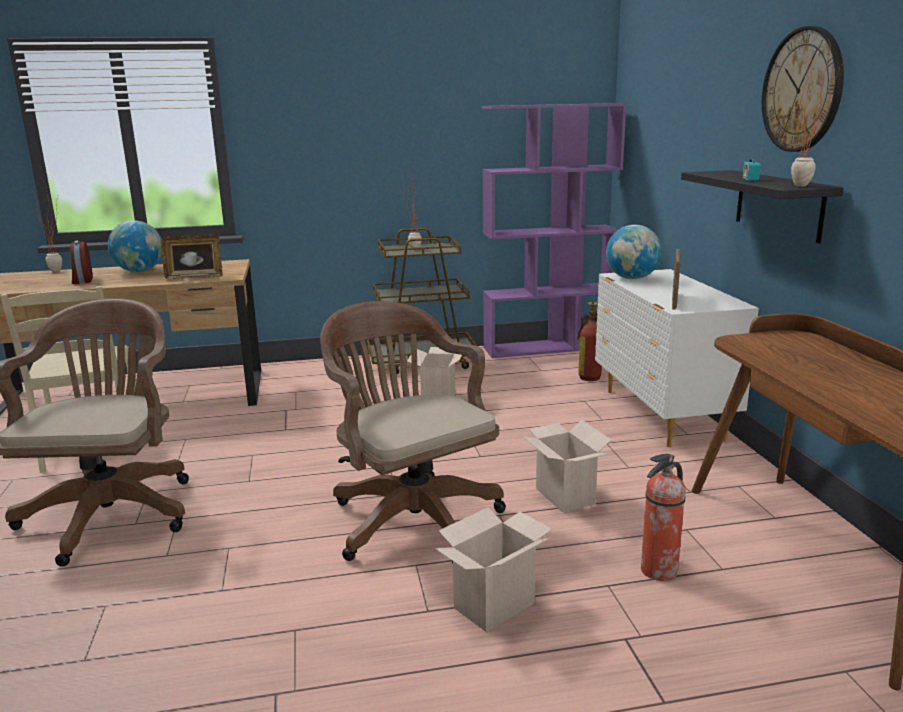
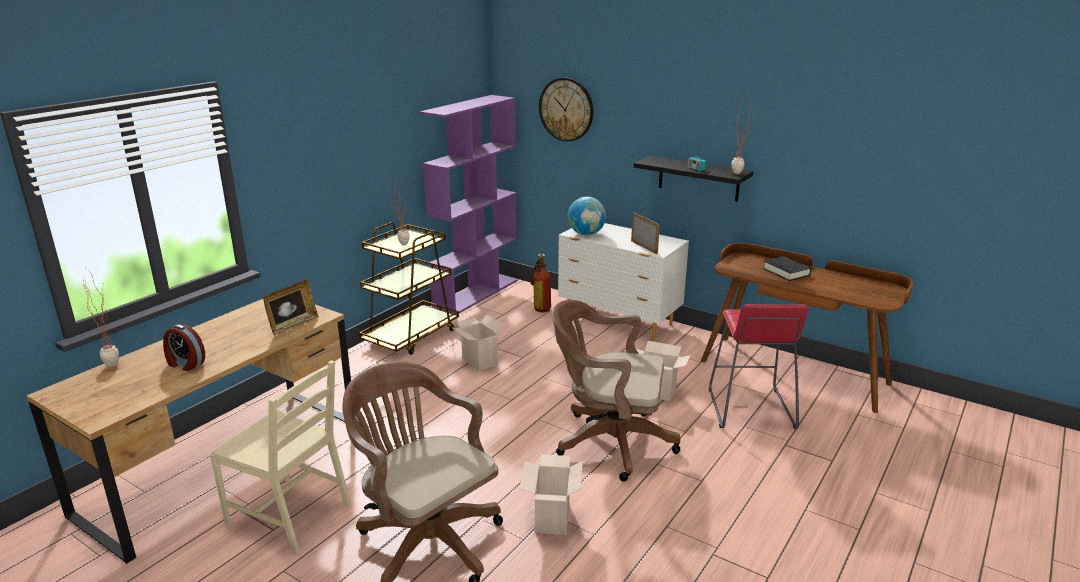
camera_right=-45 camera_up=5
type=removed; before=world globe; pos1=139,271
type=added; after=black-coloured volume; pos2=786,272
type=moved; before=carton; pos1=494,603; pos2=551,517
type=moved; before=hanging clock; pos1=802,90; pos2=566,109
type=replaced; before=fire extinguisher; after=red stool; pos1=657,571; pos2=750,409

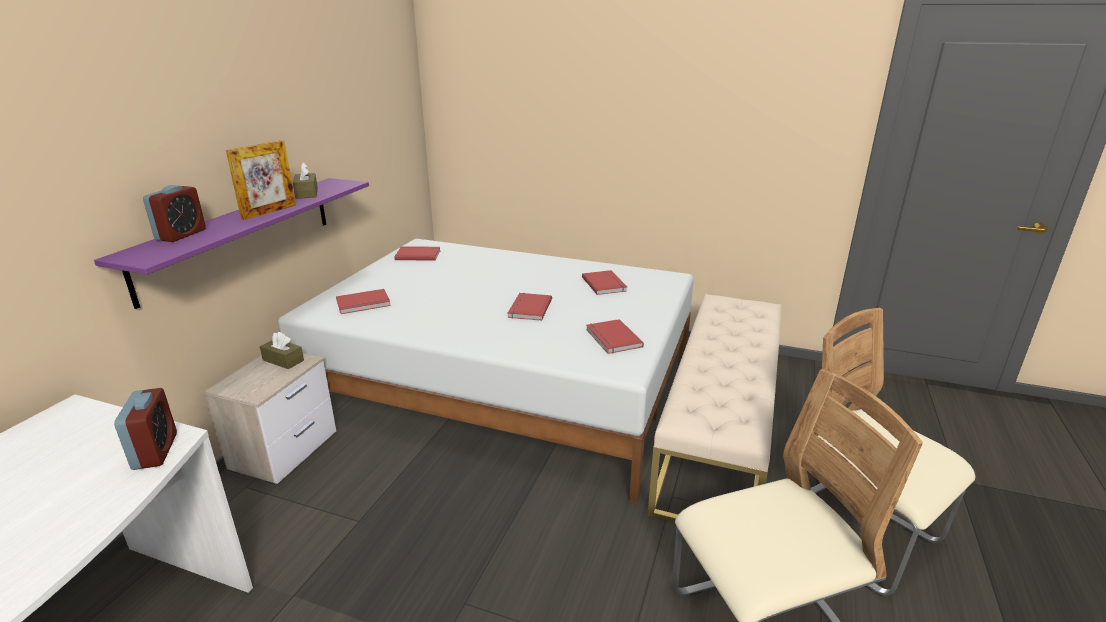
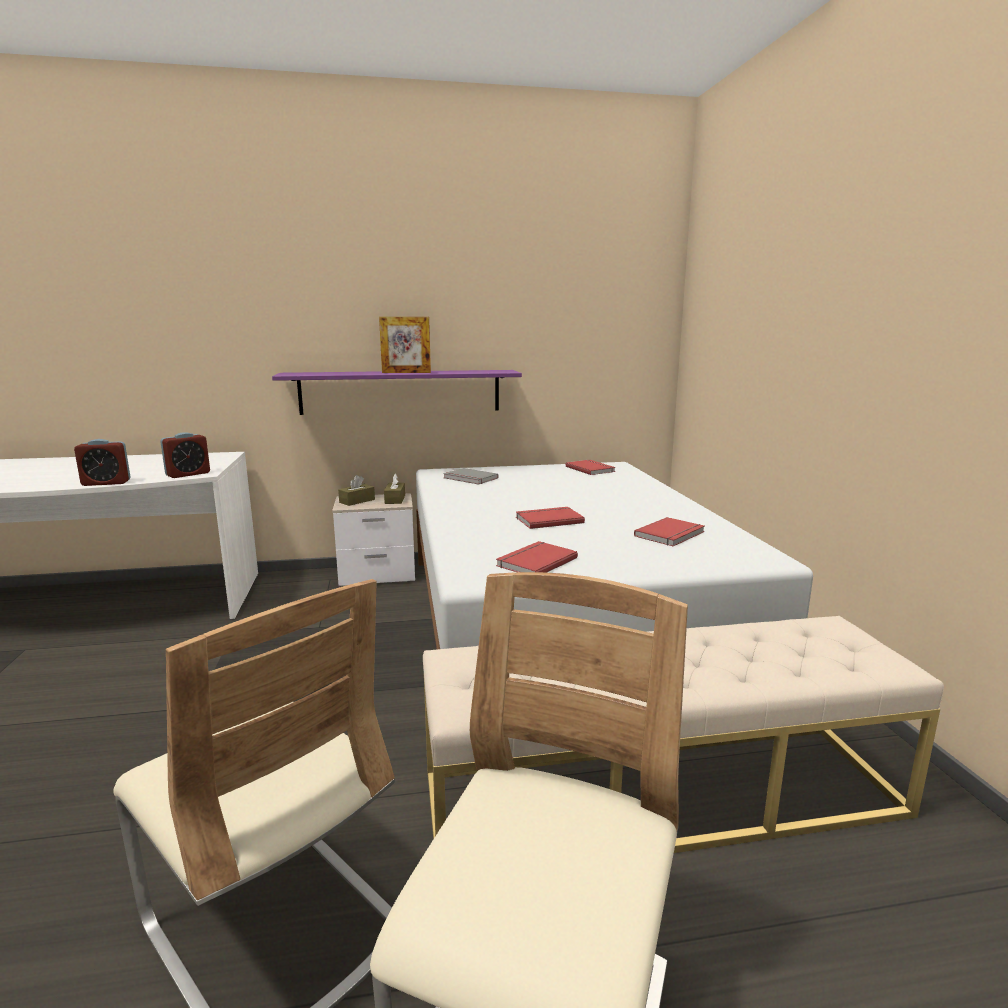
camera_right=60 camera_up=-10
type=moved; before=table clock; pos1=181,235; pos2=106,483
type=moved; before=brown tissue box; pos1=307,193; pos2=357,501
type=recoloured; before=red volume; after=greyish volume; pos1=364,304; pos2=470,478

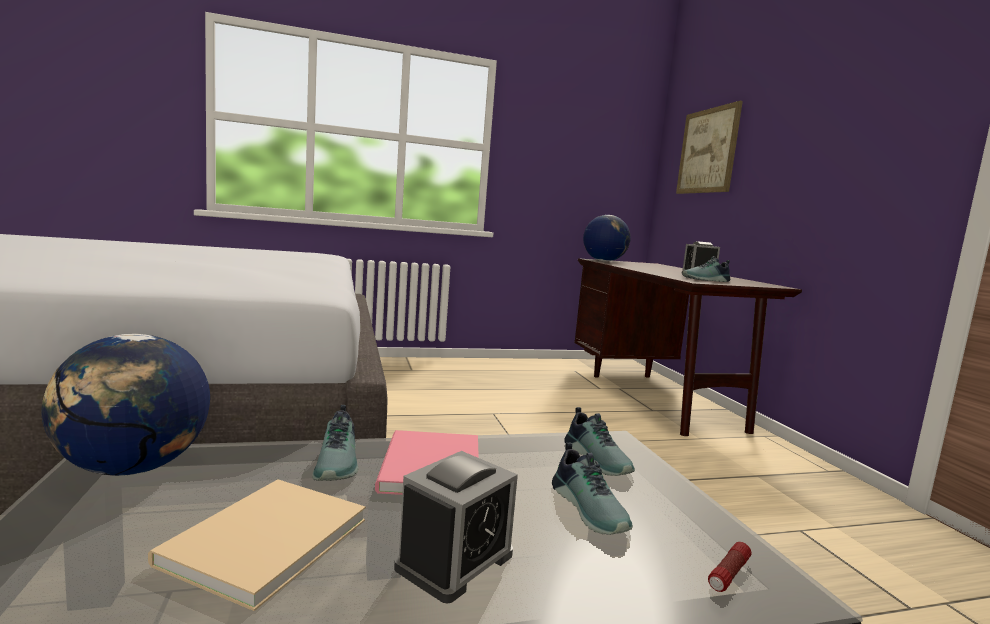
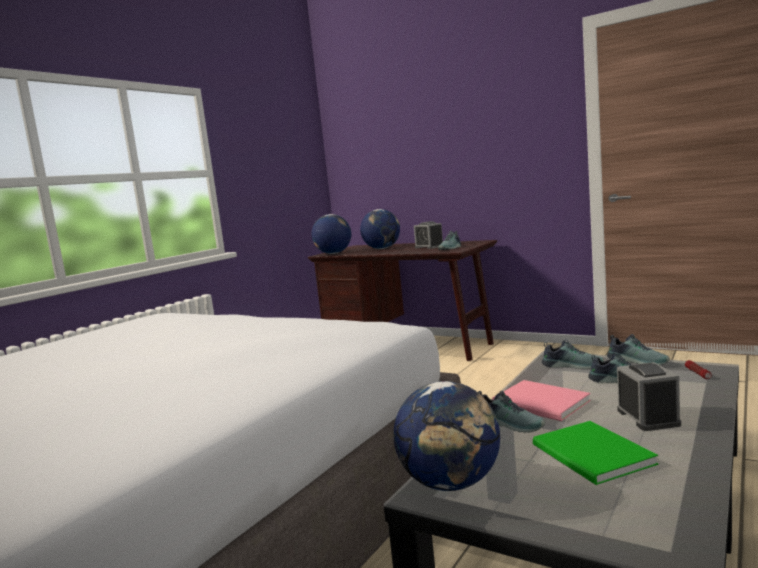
camera_right=-40 camera_up=0
type=removed; before=wall art; pos1=707,151
type=added; after=world globe; pos2=382,248
type=added; after=shoe; pos2=638,361
type=recoloured; before=beige-coloured volume; after=greenish volume; pos1=259,542; pos2=592,456

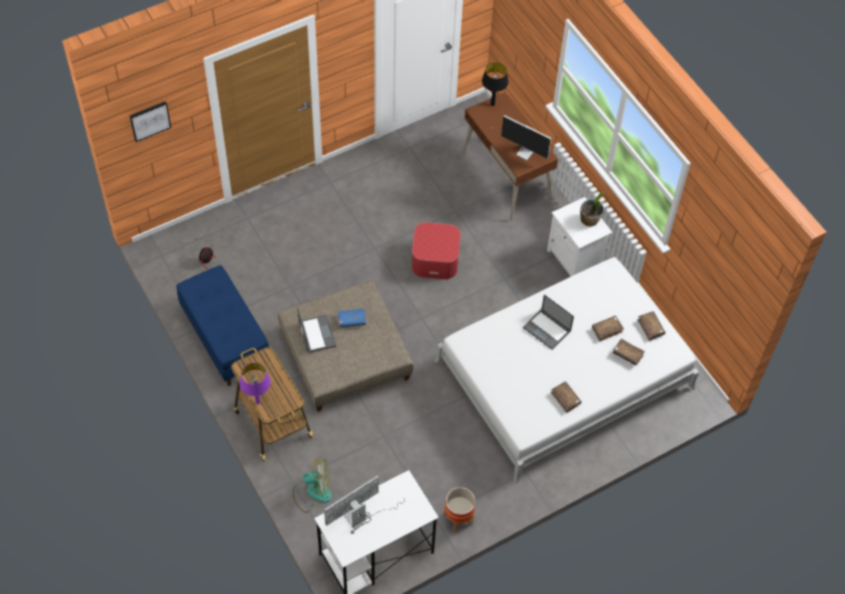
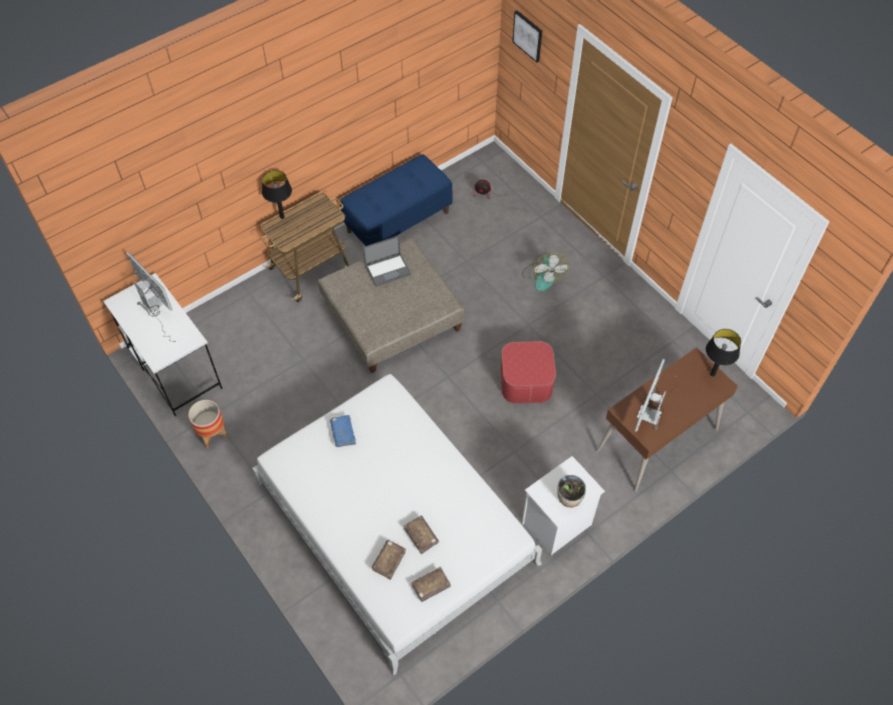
camera_right=85 camera_up=0
type=removed; before=portable computer; pos1=547,329
type=removed; before=brown volume; pos1=565,398
type=moved; before=cooling fan; pos1=312,492; pos2=543,276
type=moved; before=blue volume; pos1=352,320; pos2=343,433
type=recoloured; before=purple table lamp; after=black-coloured table lamp; pos1=257,402; pos2=282,217

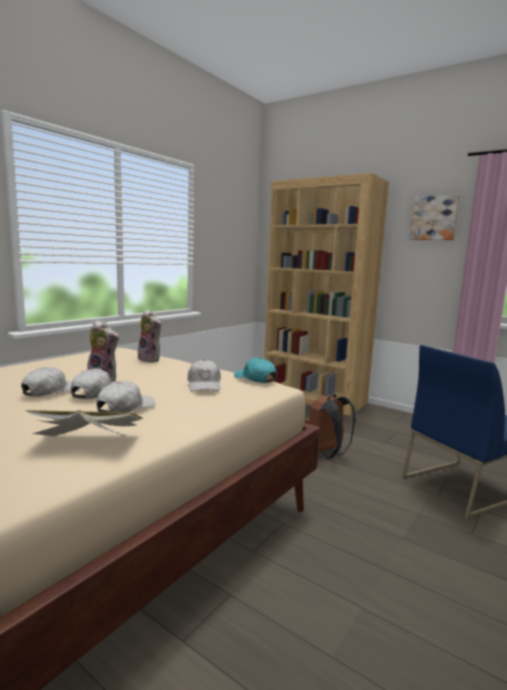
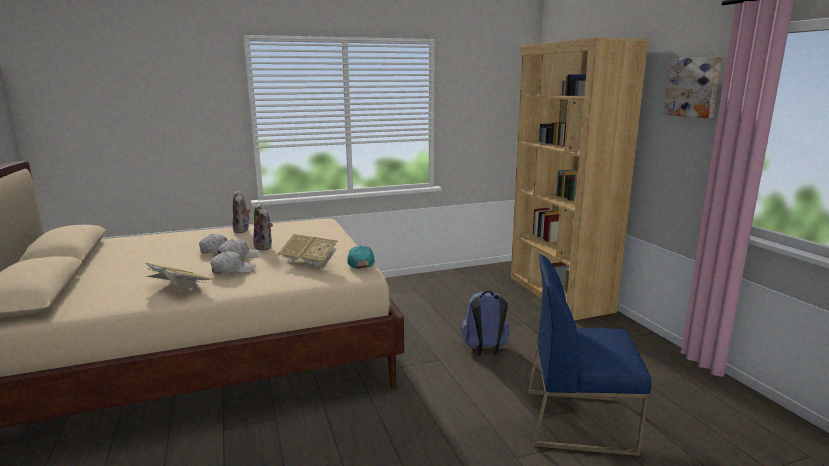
camera_right=35 camera_up=5
type=moved; before=plush toy; pos1=151,359; pos2=242,230
type=replaced; before=white cap; after=volume; pos1=204,385; pos2=309,262
type=recoloured; before=brown knapsack; after=blue knapsack; pos1=326,454; pos2=485,350

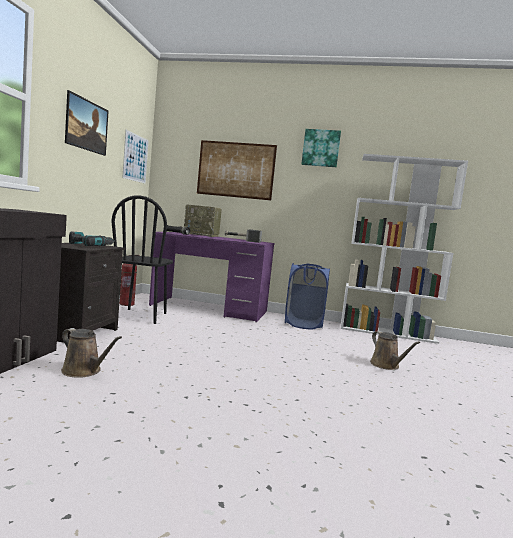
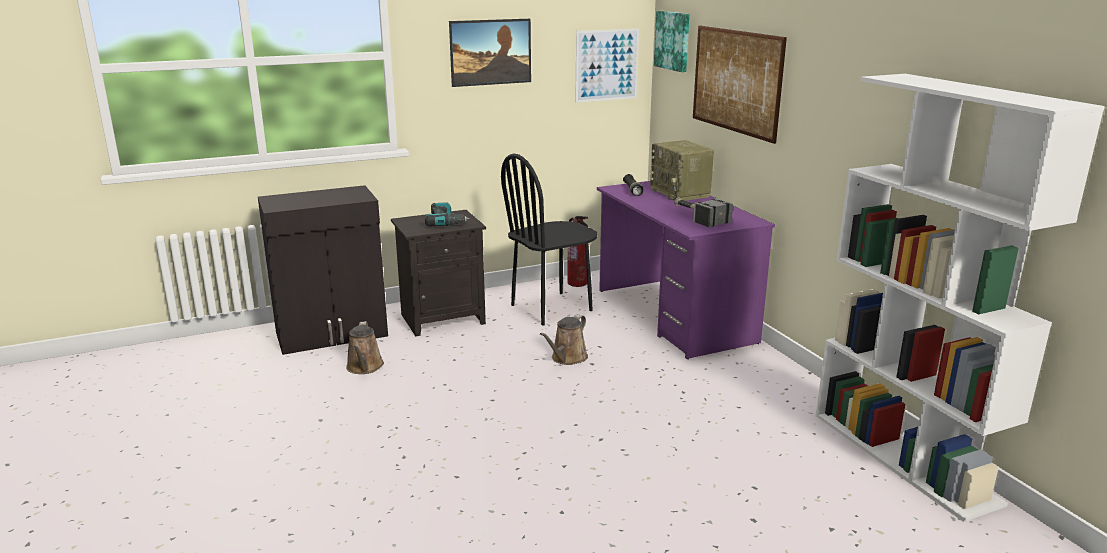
camera_right=55 camera_up=15
type=removed; before=blue hamper; pos1=304,324
type=moved; before=wall art; pos1=321,148; pos2=673,40
type=moved; before=brown watering pot; pos1=386,365; pos2=567,358

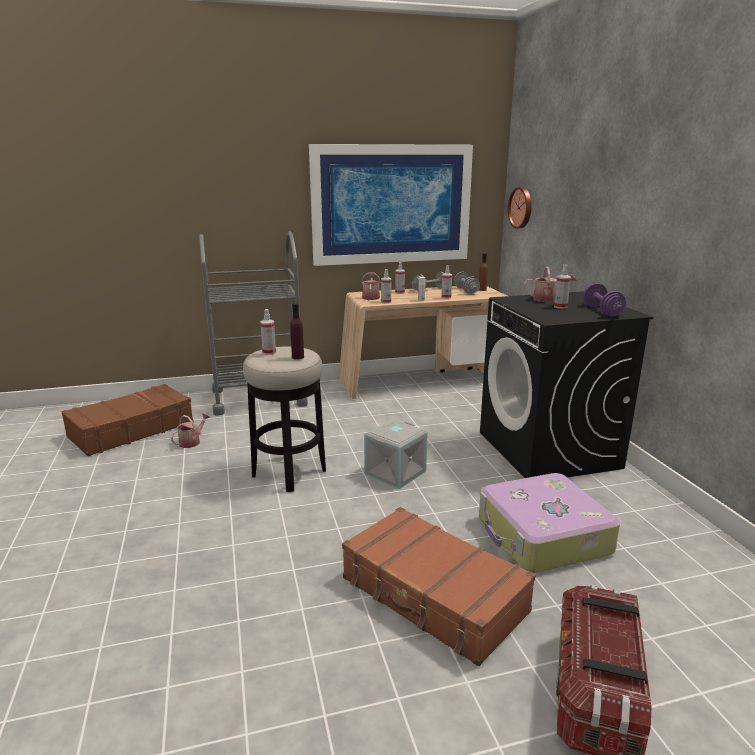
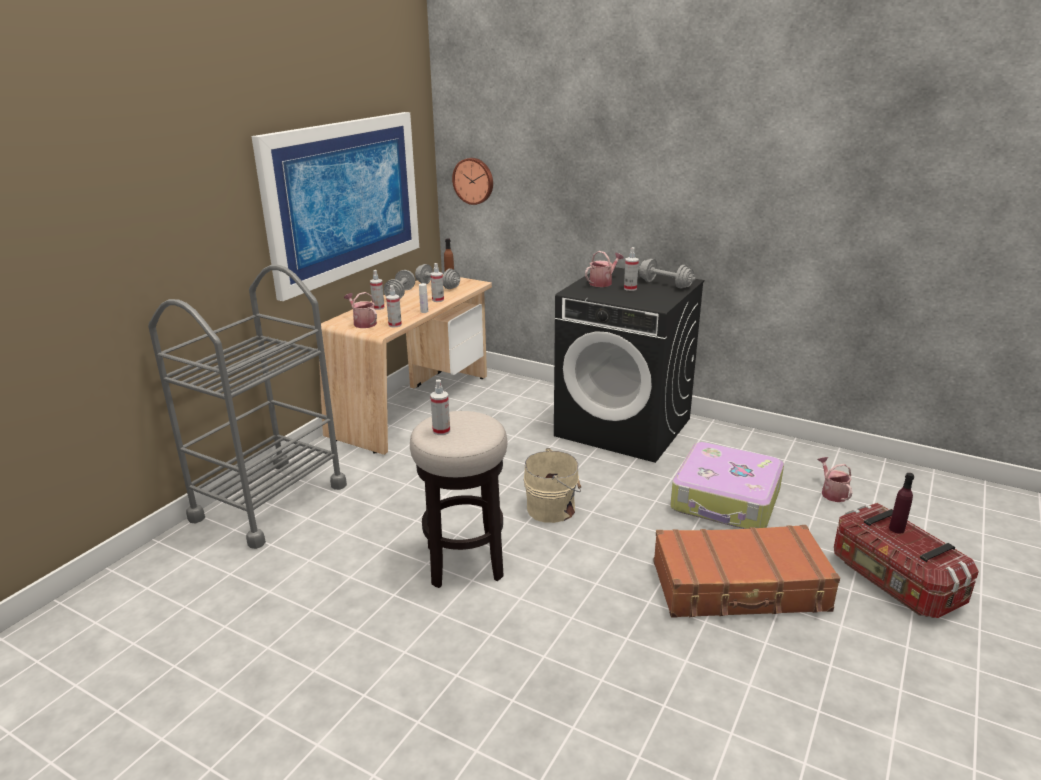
camera_right=-45 camera_up=5
type=removed; before=brown piece of luggage; pos1=131,430
type=moved; before=watering pot; pos1=192,442; pos2=832,493
type=moved; before=purple bottle; pos1=298,357; pos2=896,529
type=replaced; before=greyish storage bin; after=beige-coloured water bucket; pos1=396,473; pos2=553,508
type=recoloured; before=purple hand weight; after=greyish hand weight; pos1=602,311; pos2=665,284

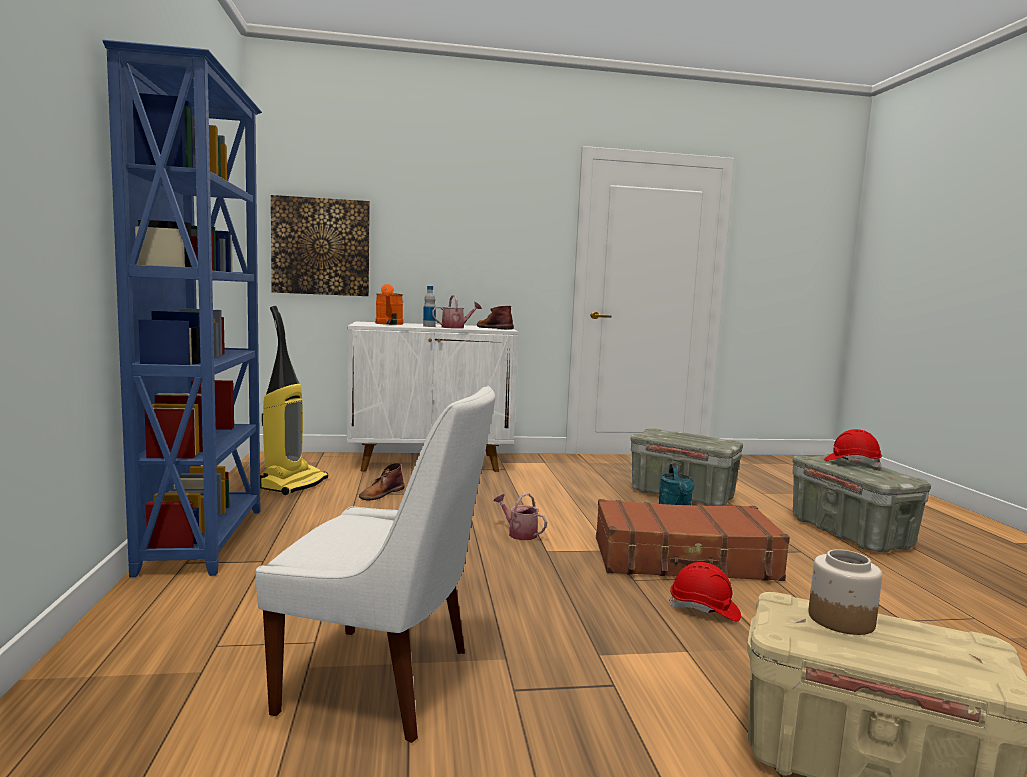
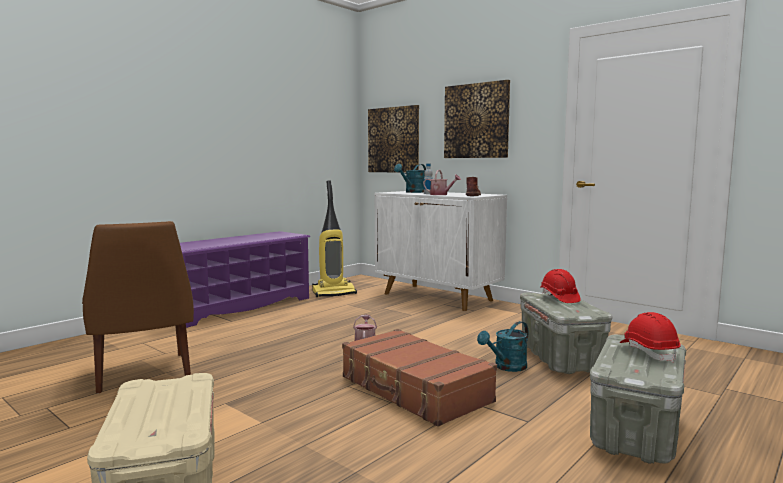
camera_right=50 camera_up=0
type=removed; before=brown high-top boot; pos1=381,494
type=removed; before=jar; pos1=840,619
type=added; after=wall art; pos2=476,121
type=moved; before=red hard hat; pos1=704,610; pos2=559,298
type=replaced; before=blue bookcase; after=purple shoe shelf; pos1=206,539; pos2=238,307
type=recoloured; before=white upright chair; after=brown upright chair; pos1=384,682; pos2=143,374
type=recoloured; before=orange-coloured watering pot; after=blue-green watering pot; pos1=389,324; pos2=413,192

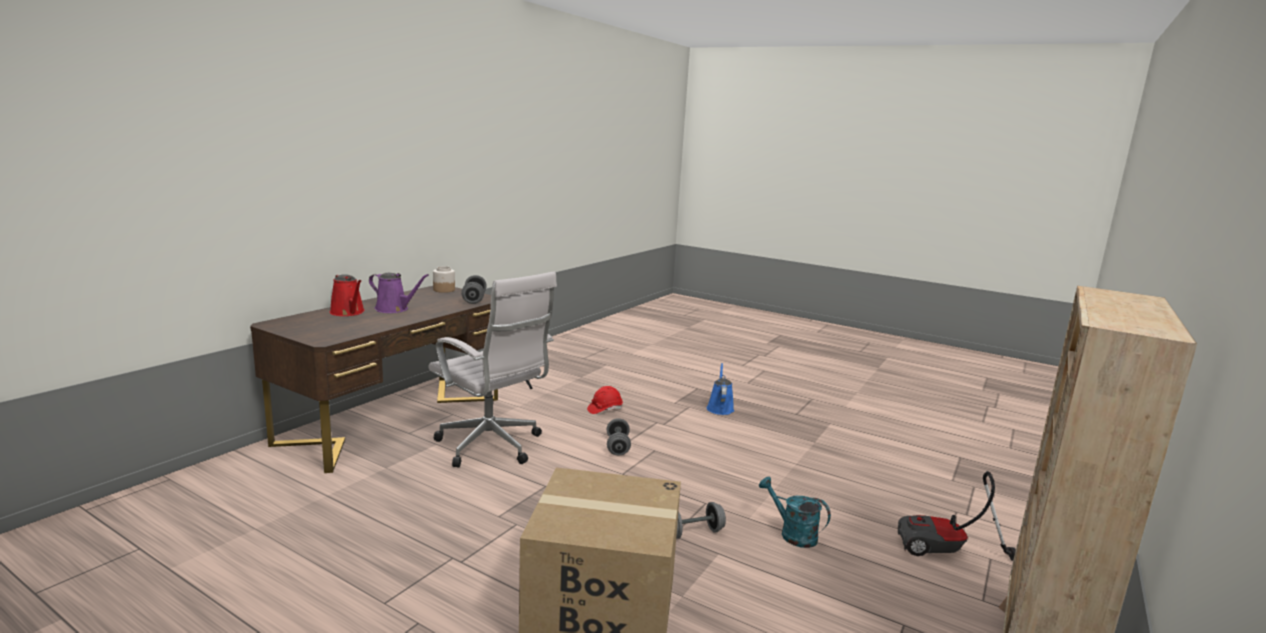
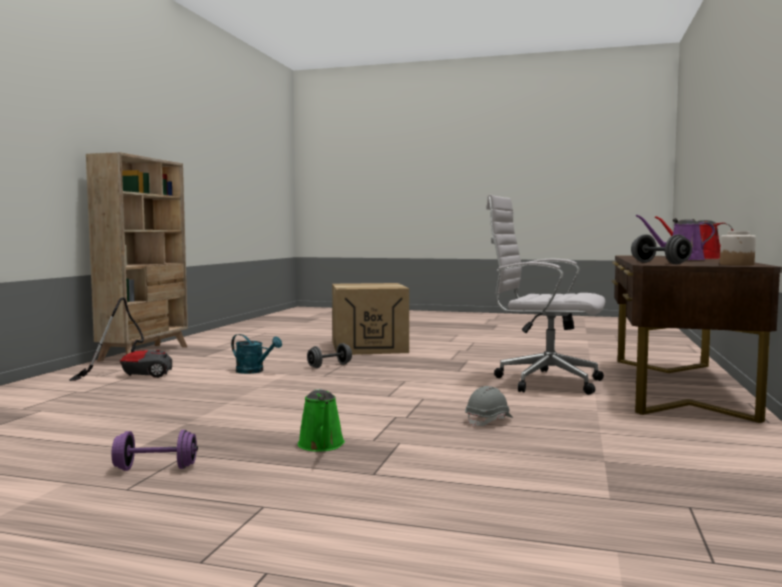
camera_right=165 camera_up=-10
type=removed; before=greyish hand weight; pos1=617,447
type=added; after=purple hand weight; pos2=155,468
type=recoloured; before=red hard hat; after=greyish hard hat; pos1=604,409; pos2=489,421
type=recoloured; before=blue watering pot; after=greenish watering pot; pos1=720,408; pos2=322,445

